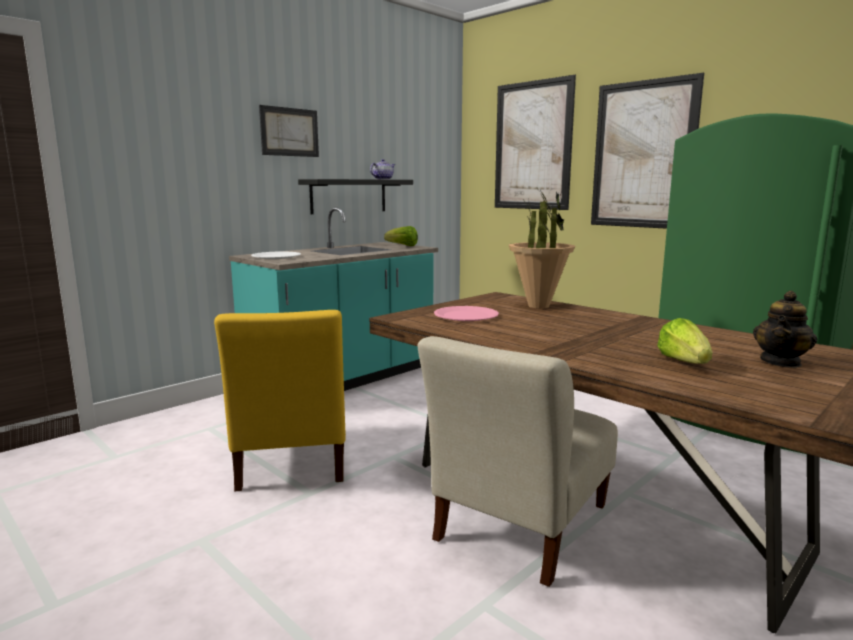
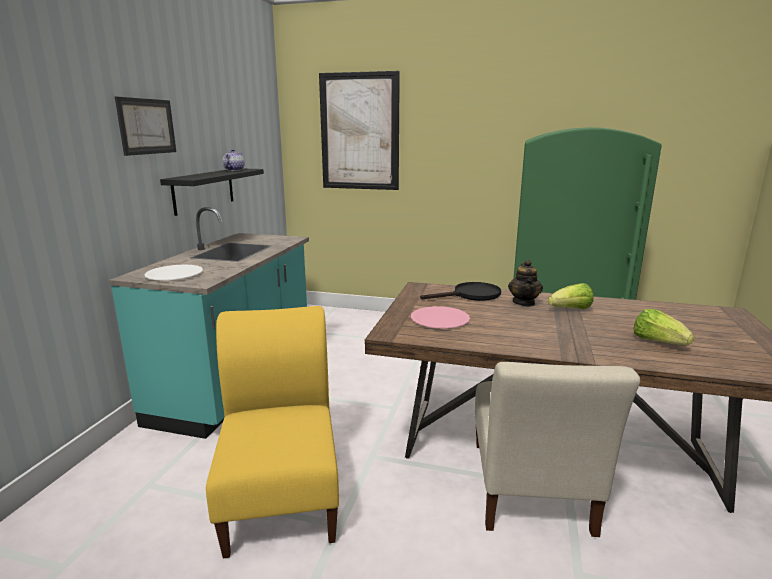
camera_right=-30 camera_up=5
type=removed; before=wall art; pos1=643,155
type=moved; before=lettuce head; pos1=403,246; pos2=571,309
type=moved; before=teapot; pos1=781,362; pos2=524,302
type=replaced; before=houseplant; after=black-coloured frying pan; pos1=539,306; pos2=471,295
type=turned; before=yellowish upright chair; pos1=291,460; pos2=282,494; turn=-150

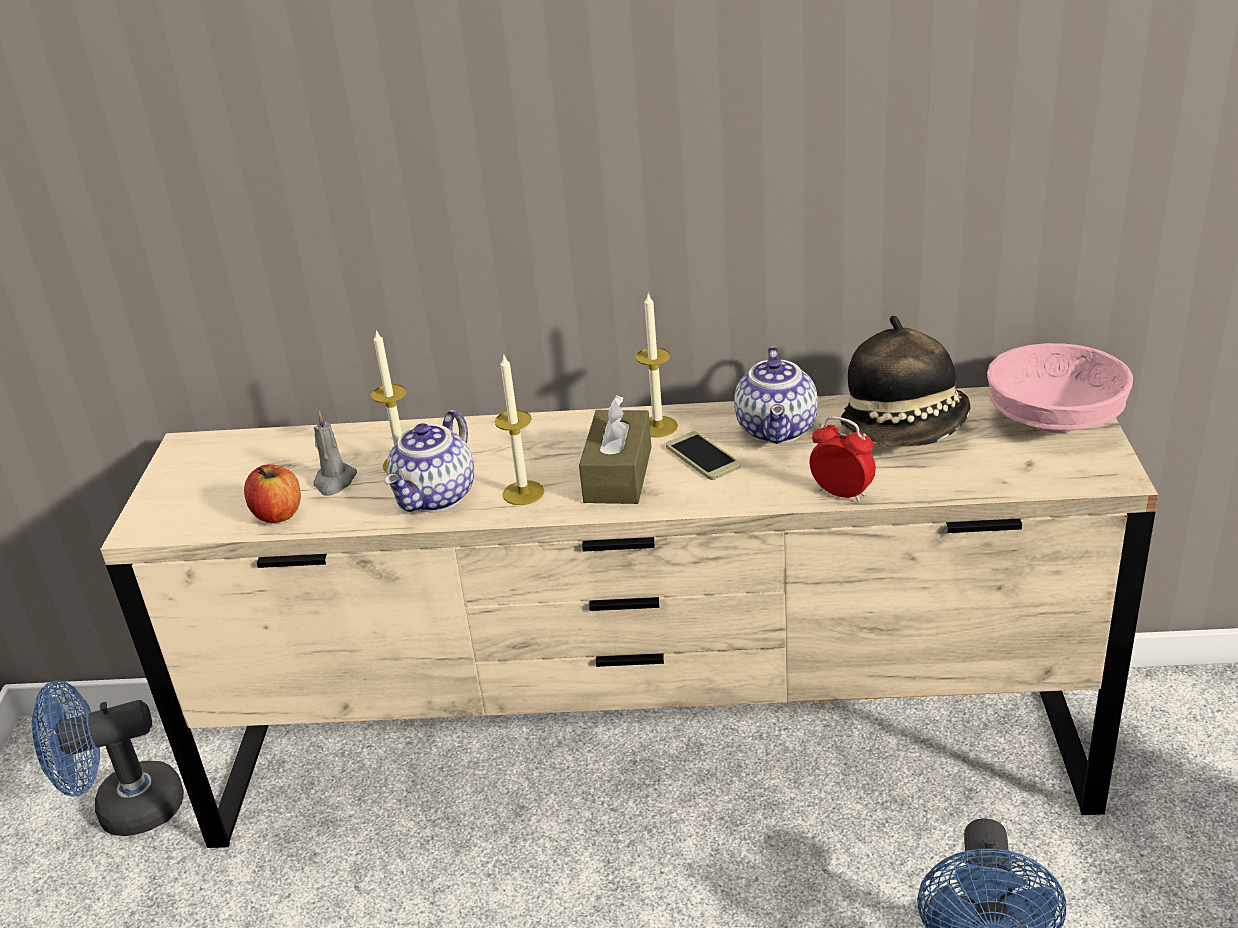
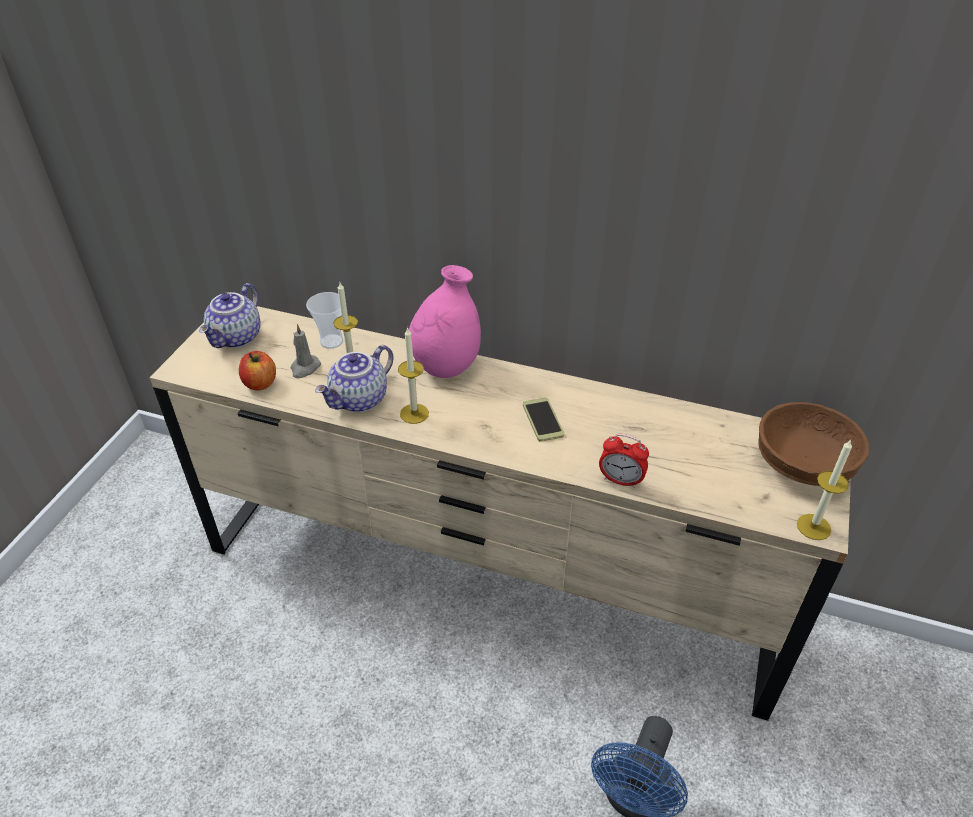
camera_right=15 camera_up=10
type=removed; before=blue cooling fan; pos1=125,810
type=removed; before=brown tissue box; pos1=618,474
type=removed; before=clothing hat; pos1=906,429
type=added; after=drinking cup; pos2=331,341
type=added; after=pink flower vase; pos2=446,367
type=moved; before=wax light; pos1=658,427; pos2=813,527
type=moved; before=teapot; pos1=778,430; pos2=237,338
type=recoloured; before=pink serving bowl; after=brown serving bowl; pos1=1056,420; pos2=805,464
type=turned; before=table clock; pos1=841,493; pos2=620,480; turn=150

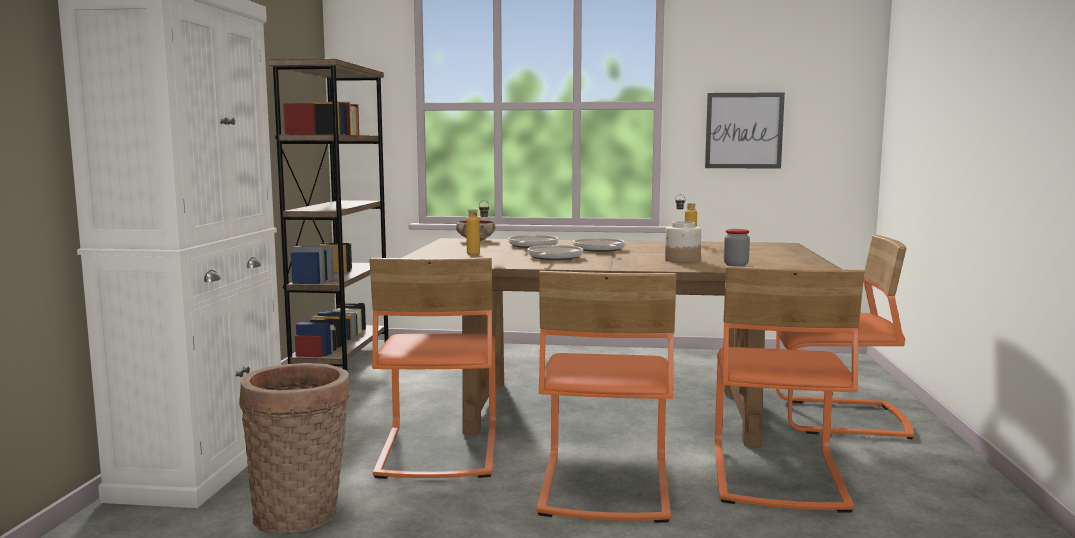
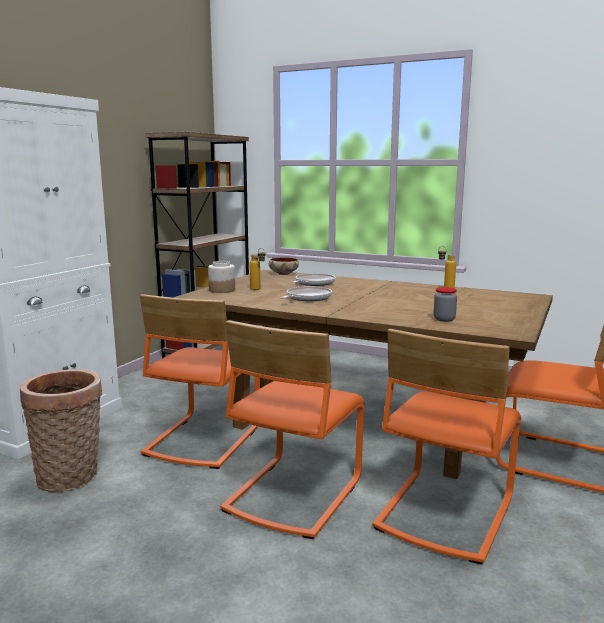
camera_right=20 camera_up=5
type=removed; before=frying pan; pos1=599,249
type=removed; before=wall art; pos1=744,130
type=moved; before=jar; pos1=682,260; pos2=221,290

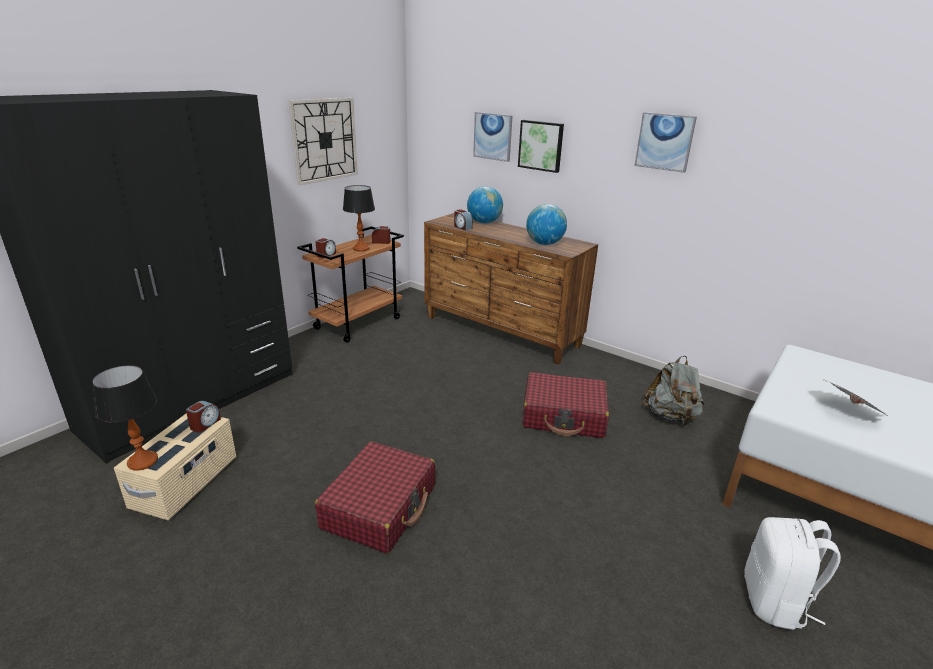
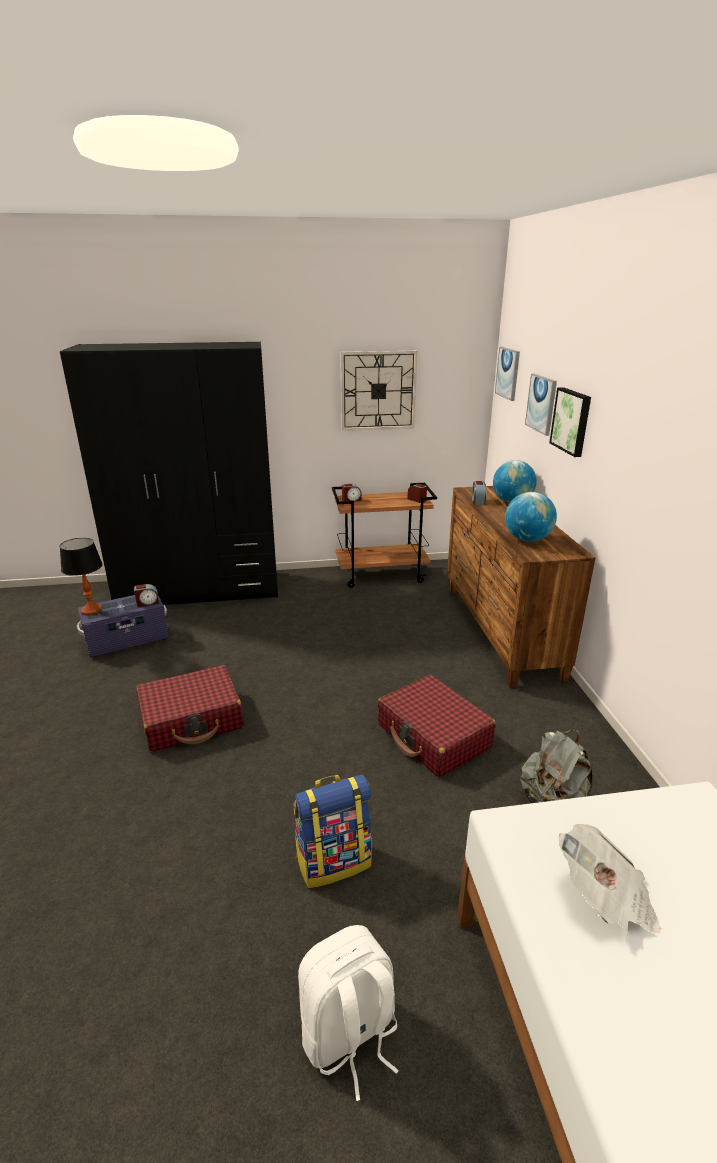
camera_right=45 camera_up=0
type=removed; before=table lamp; pos1=361,248
type=added; after=knapsack; pos2=334,861
type=moved; before=wall art; pos1=664,142; pos2=508,373
type=recoloured; before=beige-coloured storage bin; after=purple storage bin; pos1=186,483; pos2=127,640

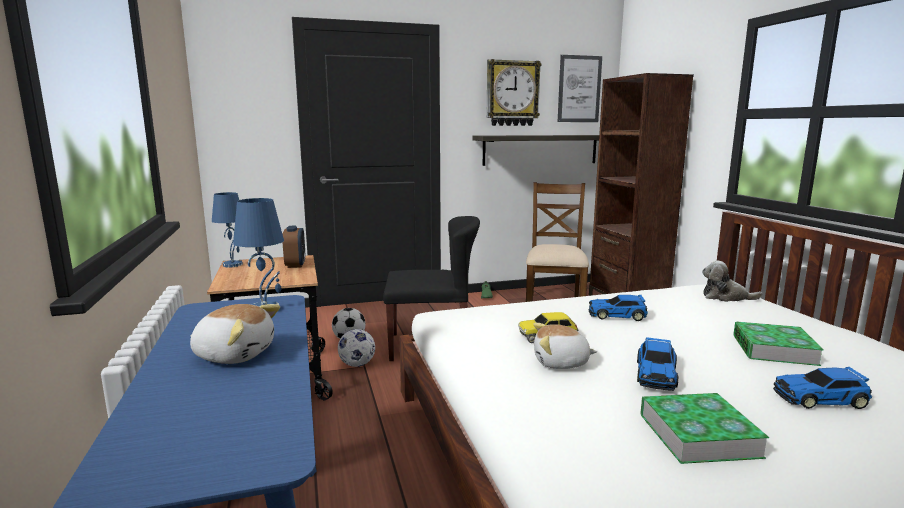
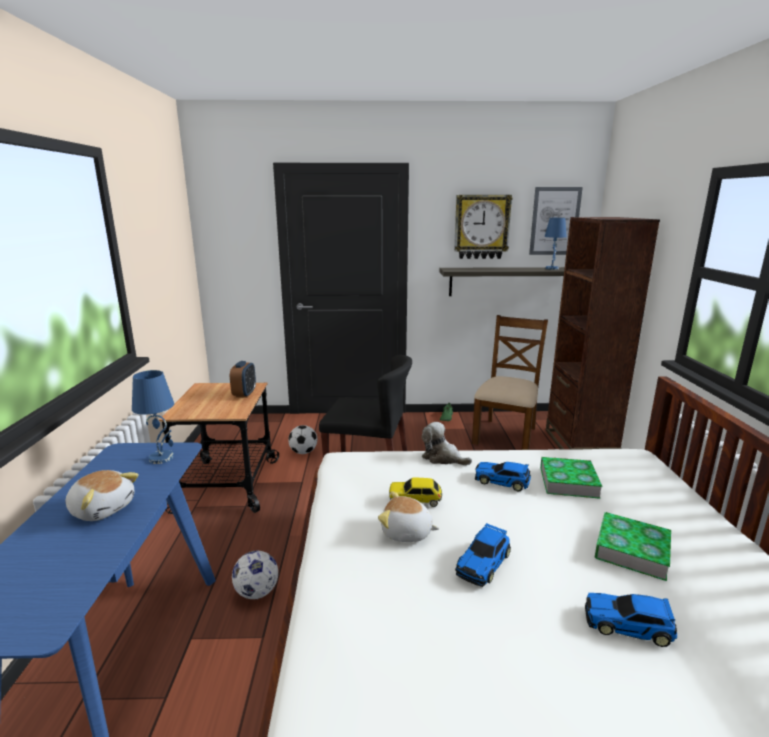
camera_right=15 camera_up=5
type=moved; before=blue table lamp; pos1=233,264; pos2=551,268
type=moved; before=ball for football; pos1=357,364; pos2=257,592
type=moved; before=volume; pos1=698,435; pos2=568,482
type=moved; before=plush toy; pos1=725,297; pos2=442,458

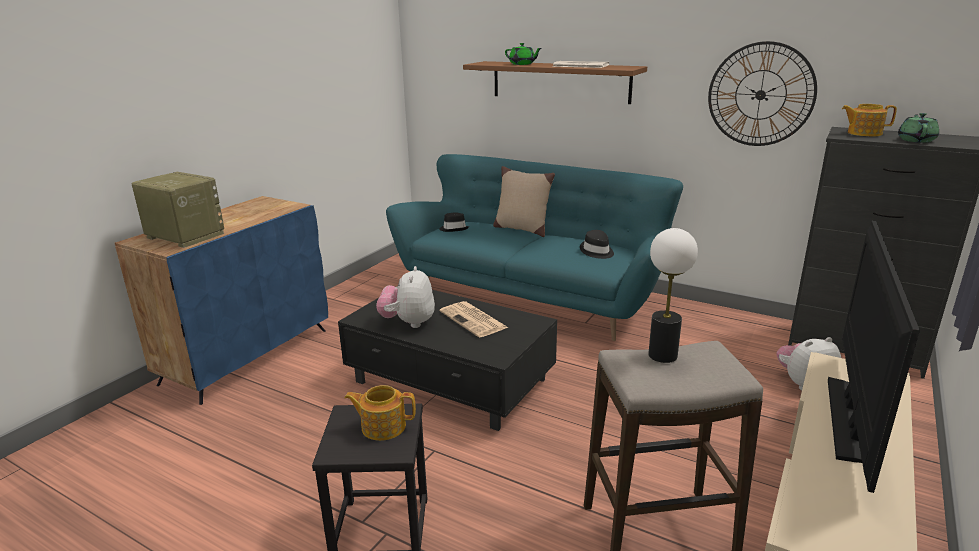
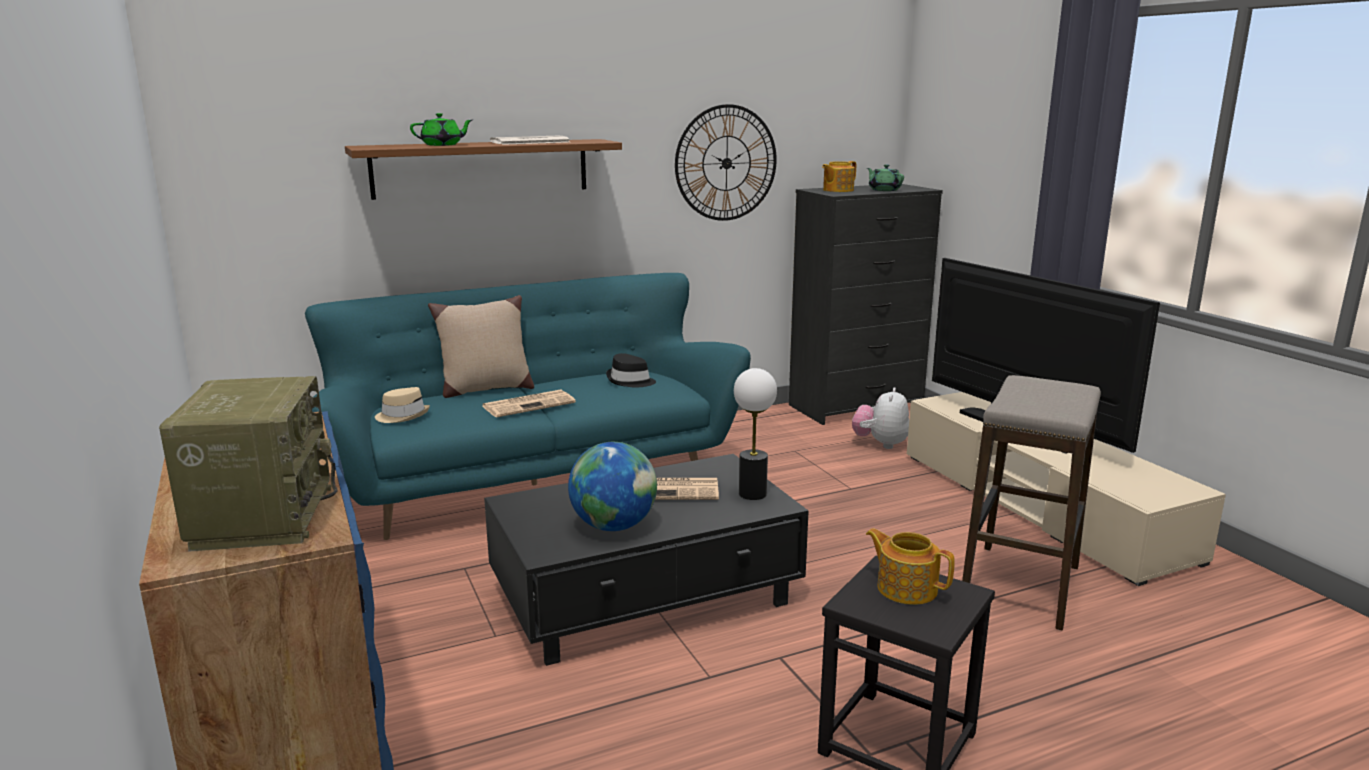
camera_right=-55 camera_up=-5
type=added; after=printed paper; pos2=529,404
type=moved; before=table lamp; pos1=663,355; pos2=753,494
type=replaced; before=plush toy; after=world globe; pos1=408,323; pos2=613,526
type=recoloured; before=black-coloured clothing hat; after=beige-coloured clothing hat; pos1=454,229; pos2=403,416
type=turned; before=radio; pos1=183,236; pos2=261,516; turn=105
type=turned; before=teapot; pos1=382,426; pos2=906,588; turn=90

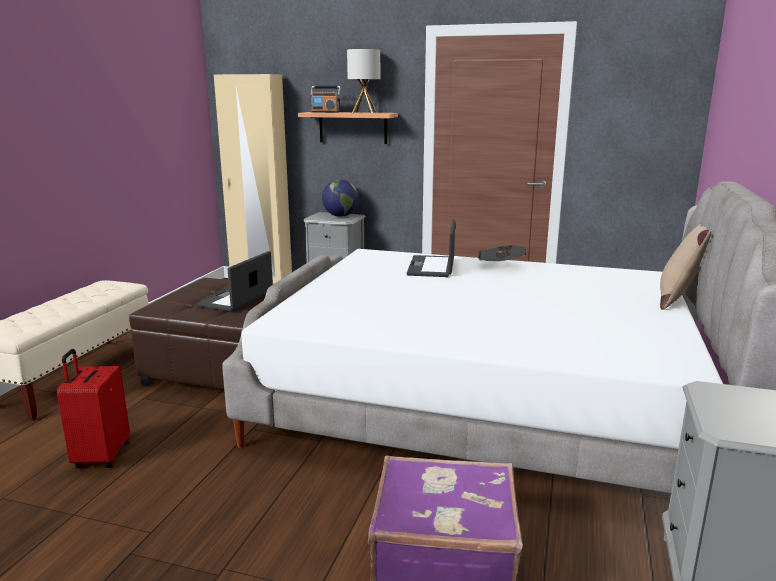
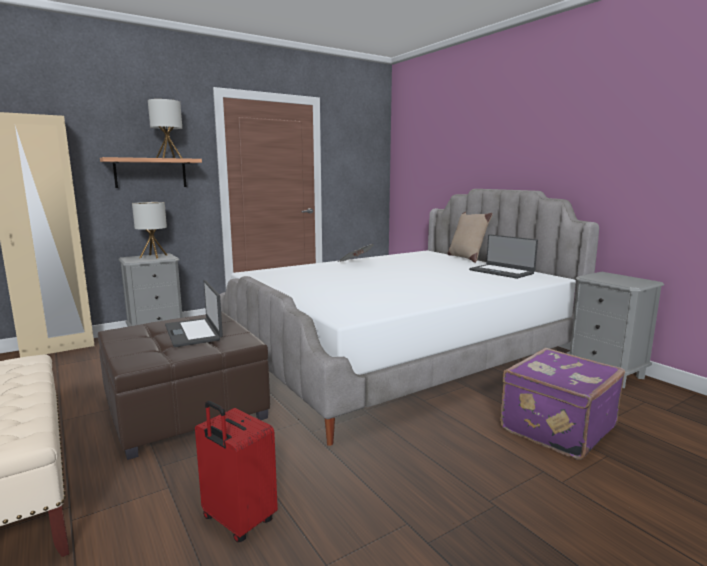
camera_right=-50 camera_up=-5
type=removed; before=radio; pos1=325,112
type=moved; before=portable computer; pos1=432,267; pos2=501,271
type=replaced; before=world globe; after=table lamp; pos1=340,216; pos2=153,256

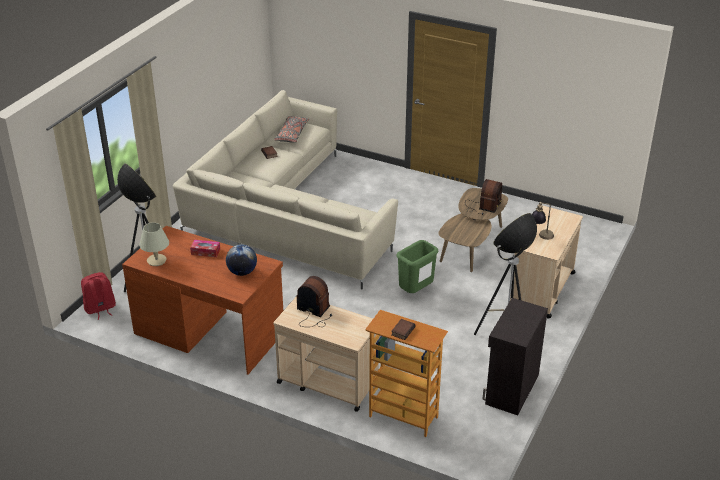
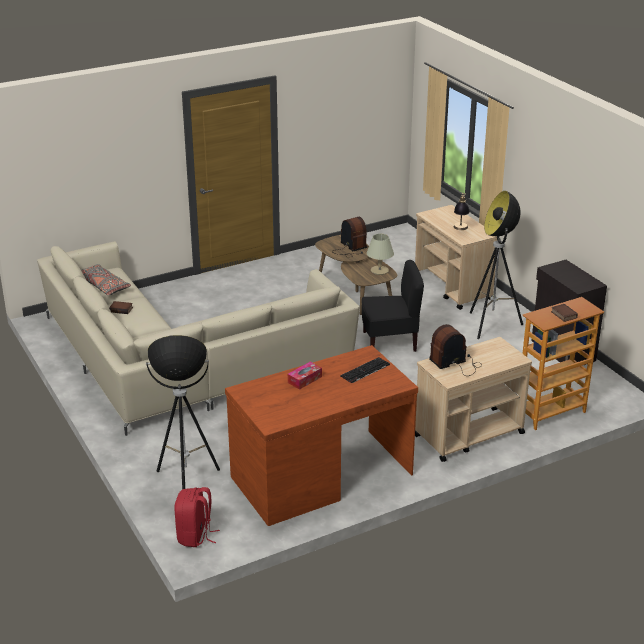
camera_right=-55 camera_up=-5
type=moved; before=beige-coloured table lamp; pos1=157,260; pos2=379,271
type=replaced; before=world globe; after=PC keyboard; pos1=242,272; pos2=365,371
type=replaced; before=greenish rubbish bin; after=black-coloured upright chair; pos1=416,292; pos2=390,342

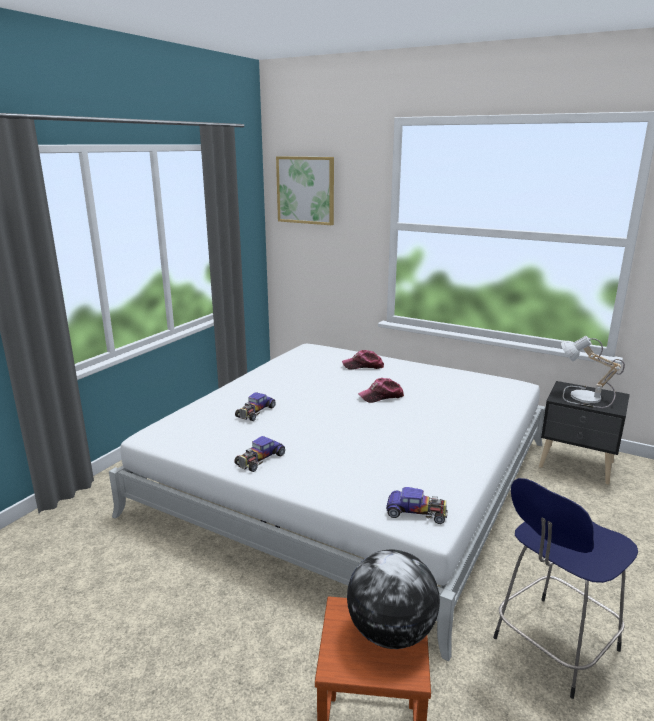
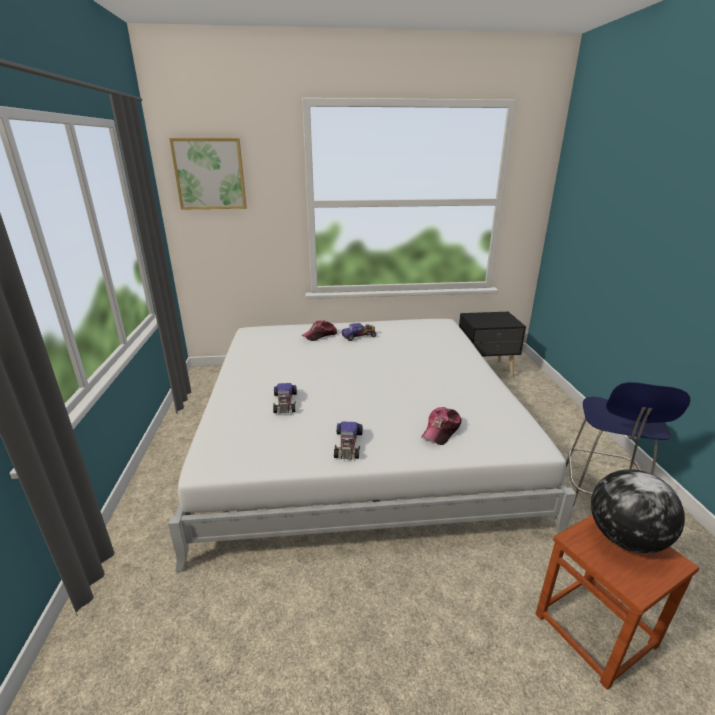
camera_right=-35 camera_up=5
type=removed; before=table lamp; pos1=583,398
type=moved; before=cap; pos1=381,396; pos2=441,430
type=moved; before=miniature car; pos1=416,512; pos2=359,336

